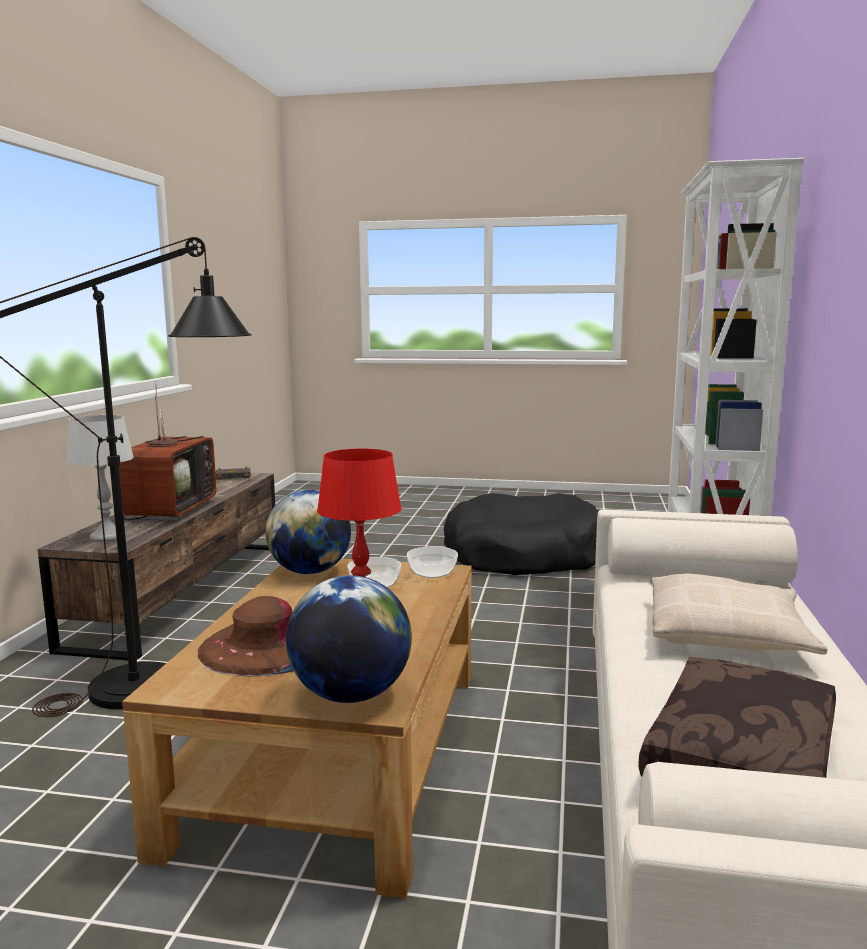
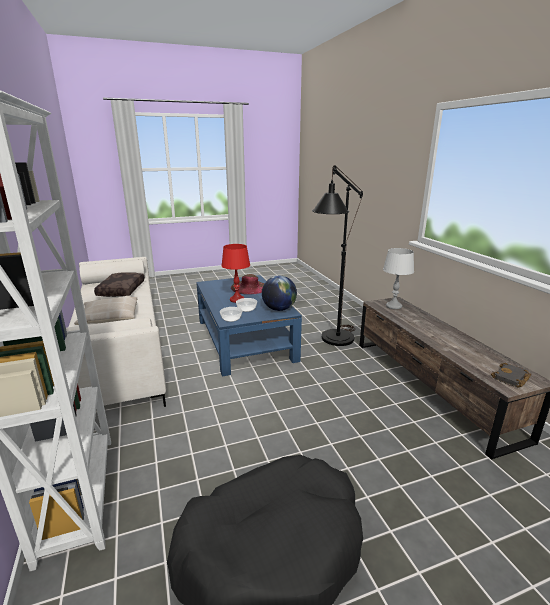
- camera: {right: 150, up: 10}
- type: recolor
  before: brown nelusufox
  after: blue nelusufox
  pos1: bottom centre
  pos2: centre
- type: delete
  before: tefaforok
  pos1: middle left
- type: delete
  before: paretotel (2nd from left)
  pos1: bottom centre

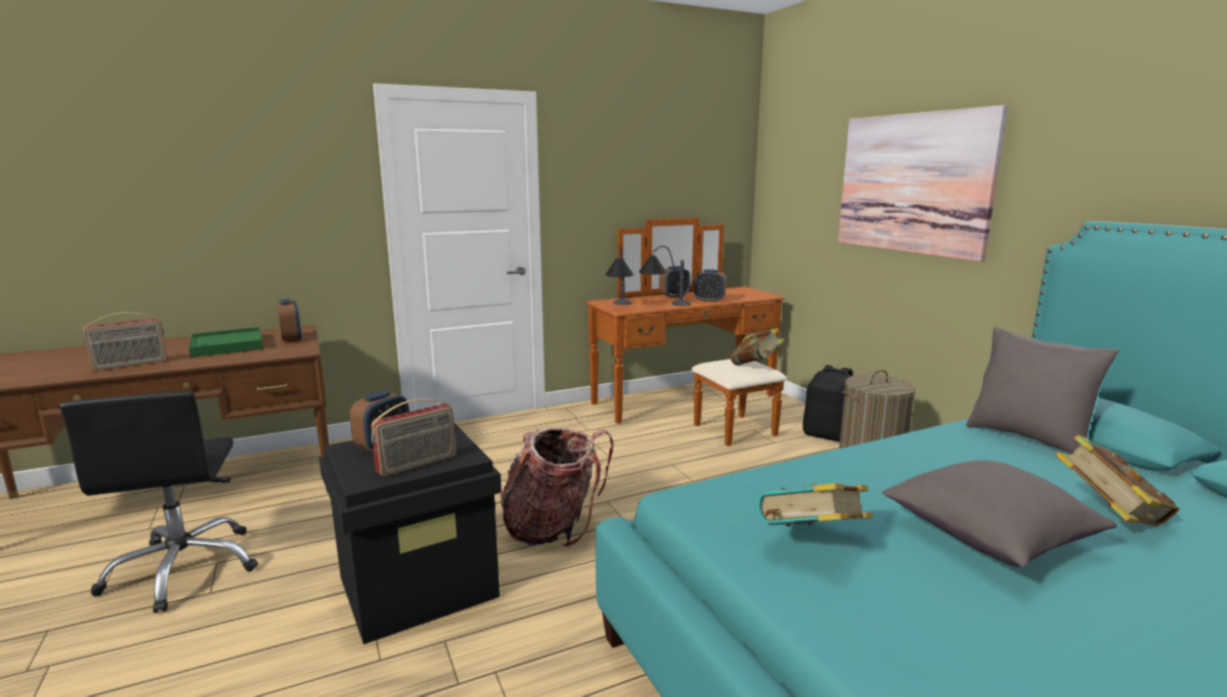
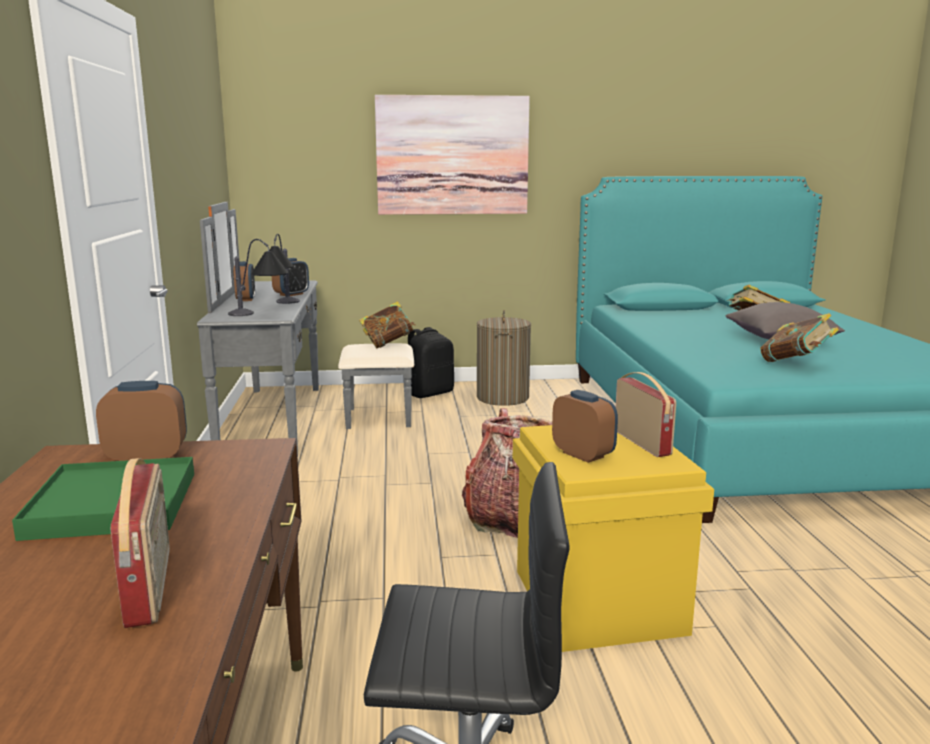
- camera: {right: -70, up: 0}
- type: recolor
  before: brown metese
  after: grey metese
  pos1: centre
  pos2: middle left
- type: recolor
  before: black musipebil
  after: yellow musipebil
  pos1: bottom centre
  pos2: bottom centre
- type: delete
  before: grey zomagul (2nd from left)
  pos1: middle right

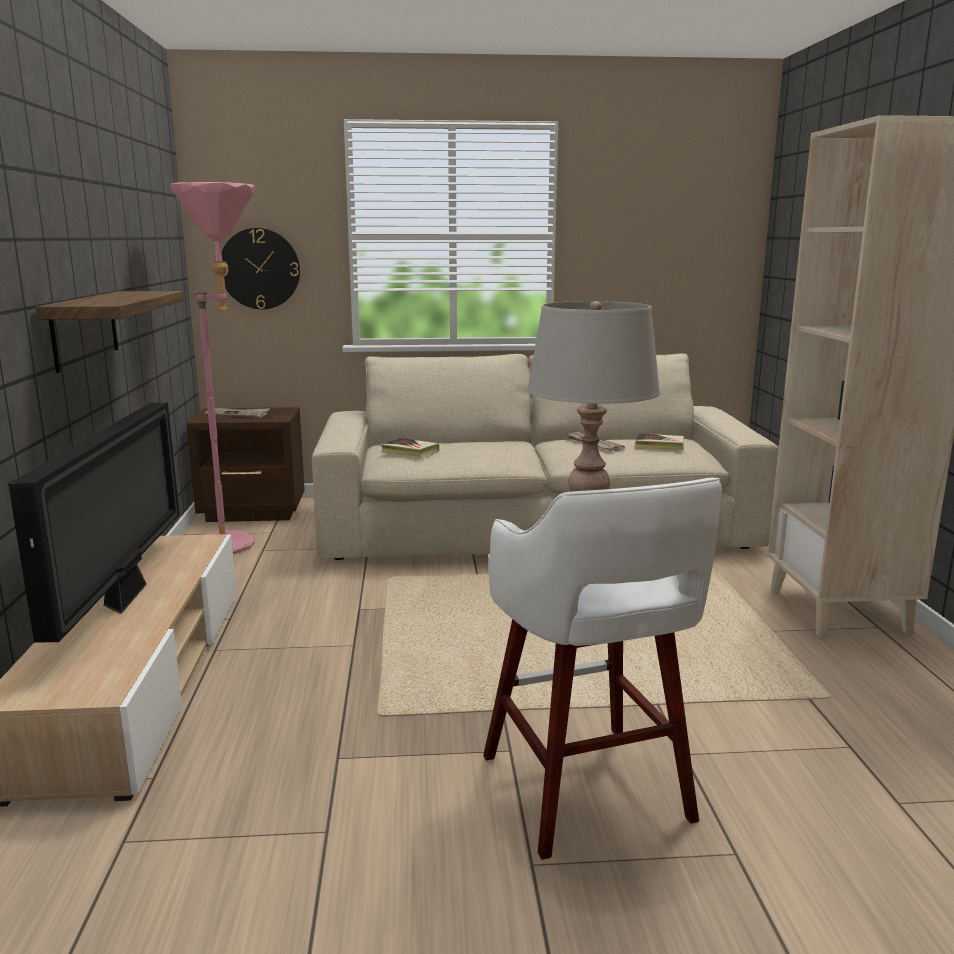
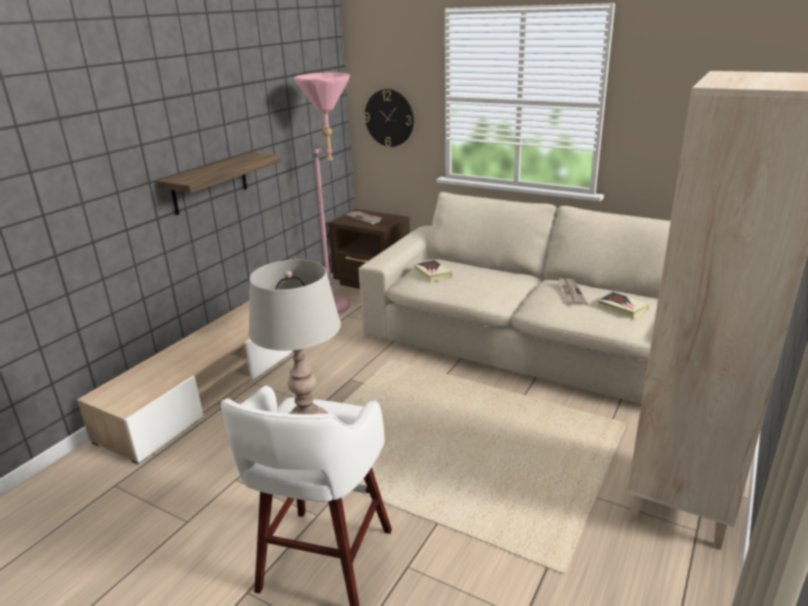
- camera: {right: 35, up: 10}
- type: delete
  before: tefaforok
  pos1: middle left

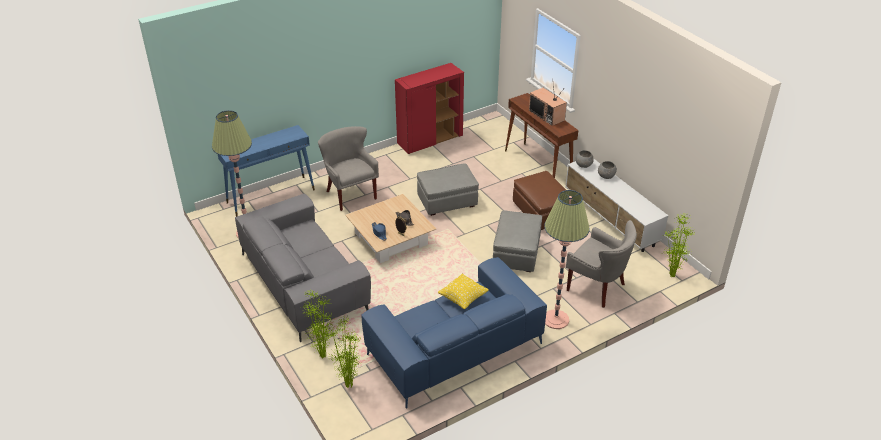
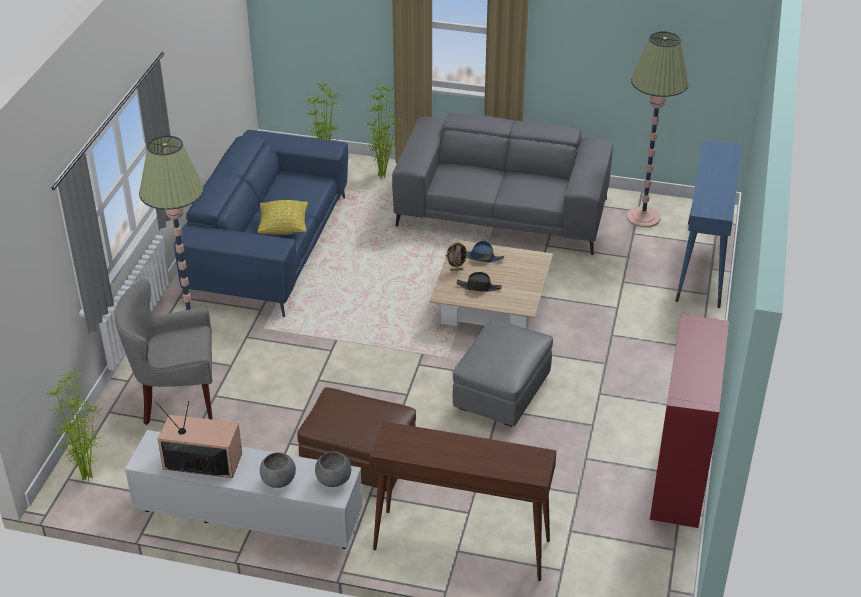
- camera: {right: 135, up: 0}
- type: move
  before: tefaforok
  pos1: top centre
  pos2: bottom left
- type: delete
  before: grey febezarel (1st from left)
  pos1: centre
- type: delete
  before: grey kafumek (2nd from left)
  pos1: centre

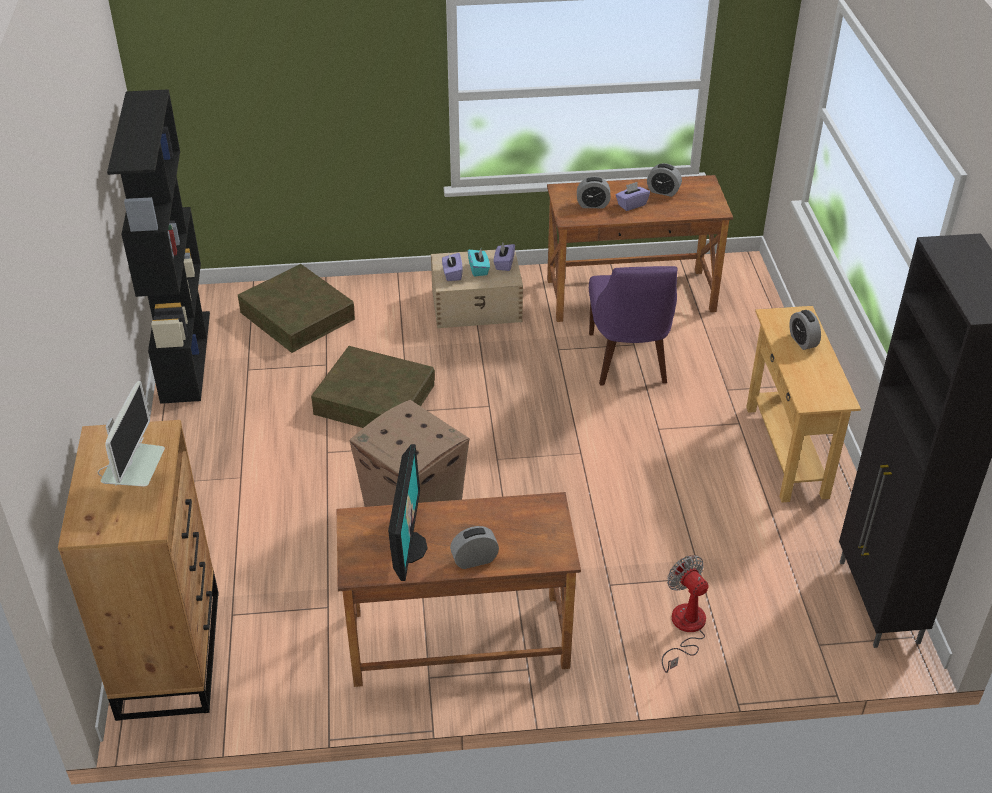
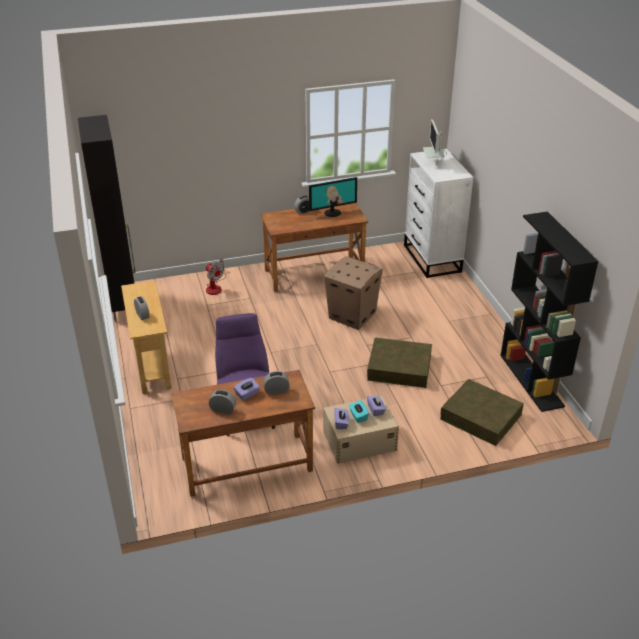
- camera: {right: 170, up: -5}
- type: rotate
  before: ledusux (2nd from left in the first image)
  pos1: centre
  pos2: top centre
  turn: -105
- type: recolor
  before: brown metese
  after: white metese
  pos1: bottom left
  pos2: middle right

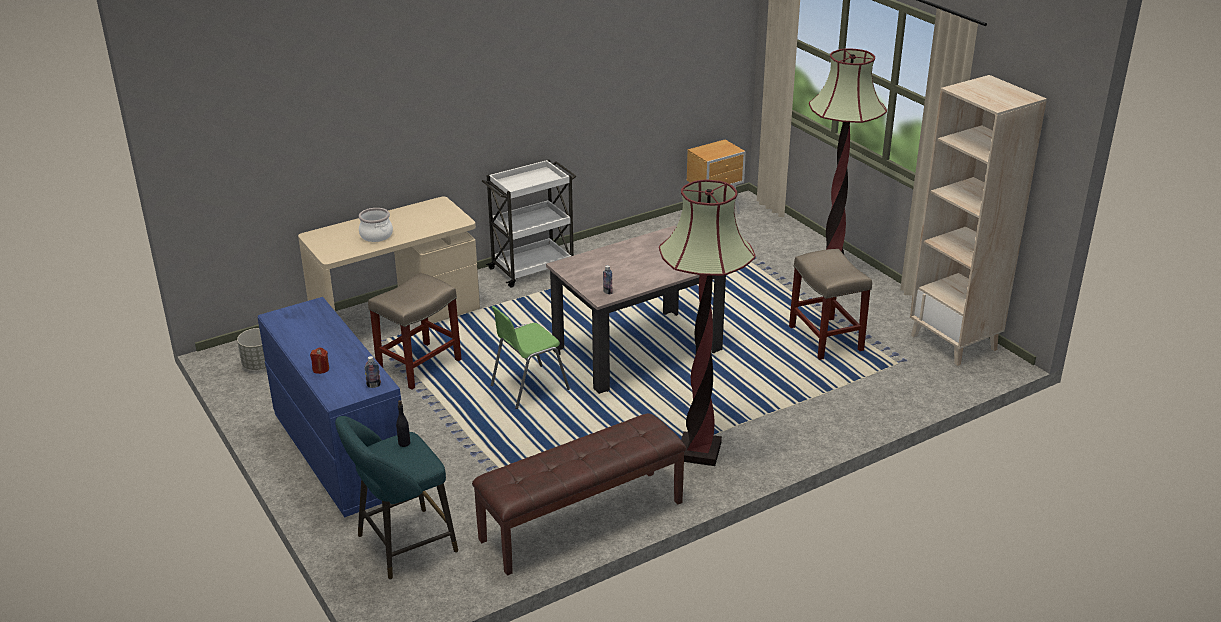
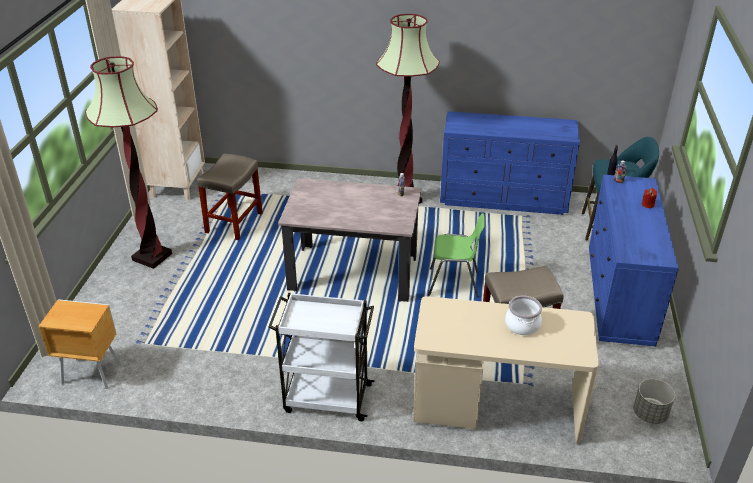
- camera: {right: -140, up: 5}
- type: replace
  before: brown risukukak
  after: blue metese (1st from left)
  pos1: bottom centre
  pos2: middle right

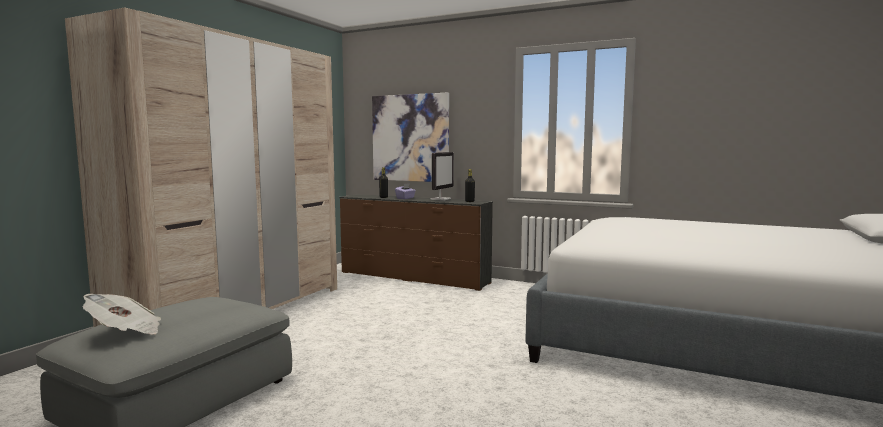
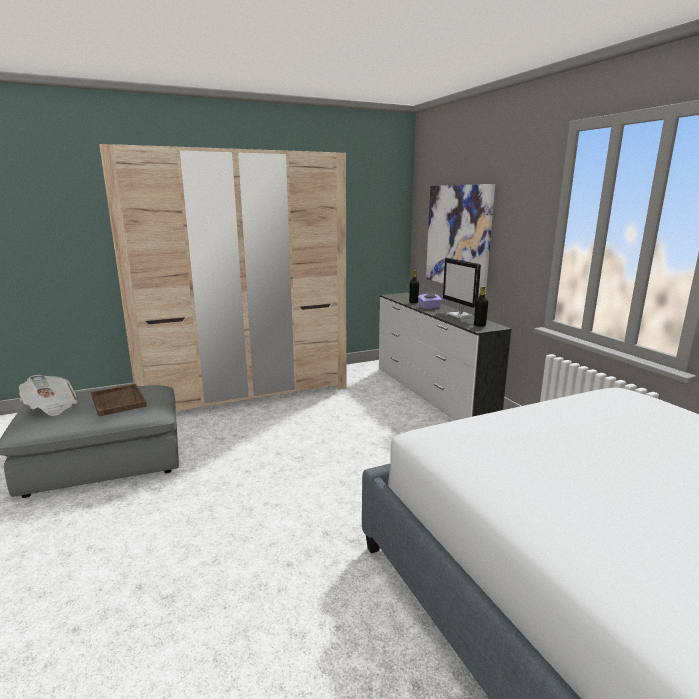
- camera: {right: 40, up: 10}
- type: insert
  after: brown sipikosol
  pos2: middle left
- type: recolor
  before: brown metese
  after: white metese
  pos1: centre
  pos2: centre
- type: rotate
  before: ledusux
  pos1: centre
  pos2: centre
  turn: 90

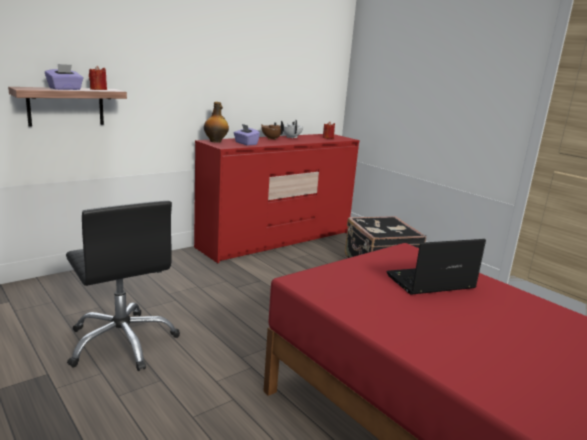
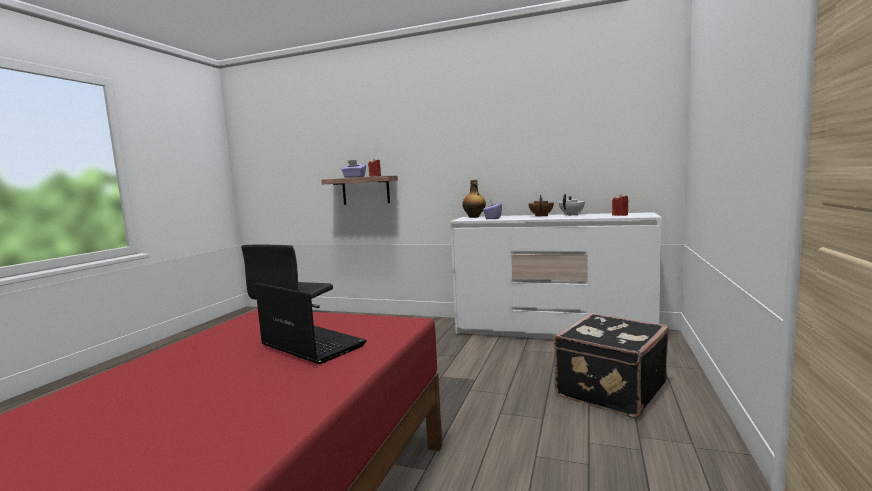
- camera: {right: 60, up: -10}
- type: recolor
  before: red metese
  after: white metese
  pos1: centre
  pos2: centre

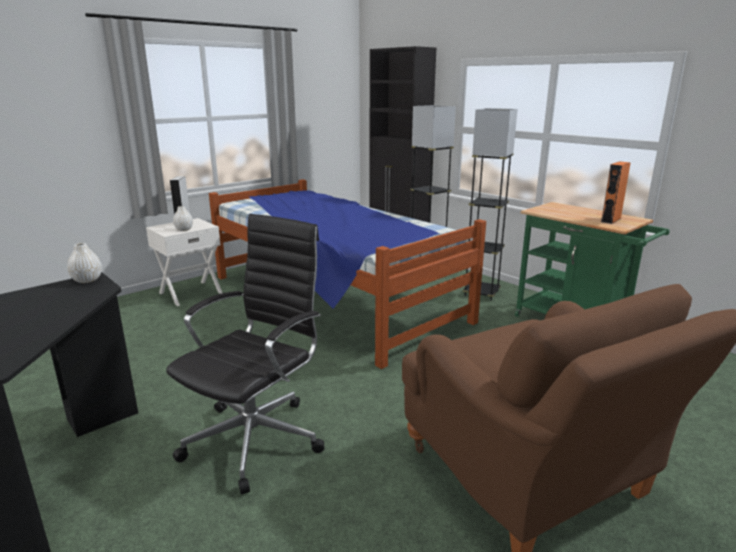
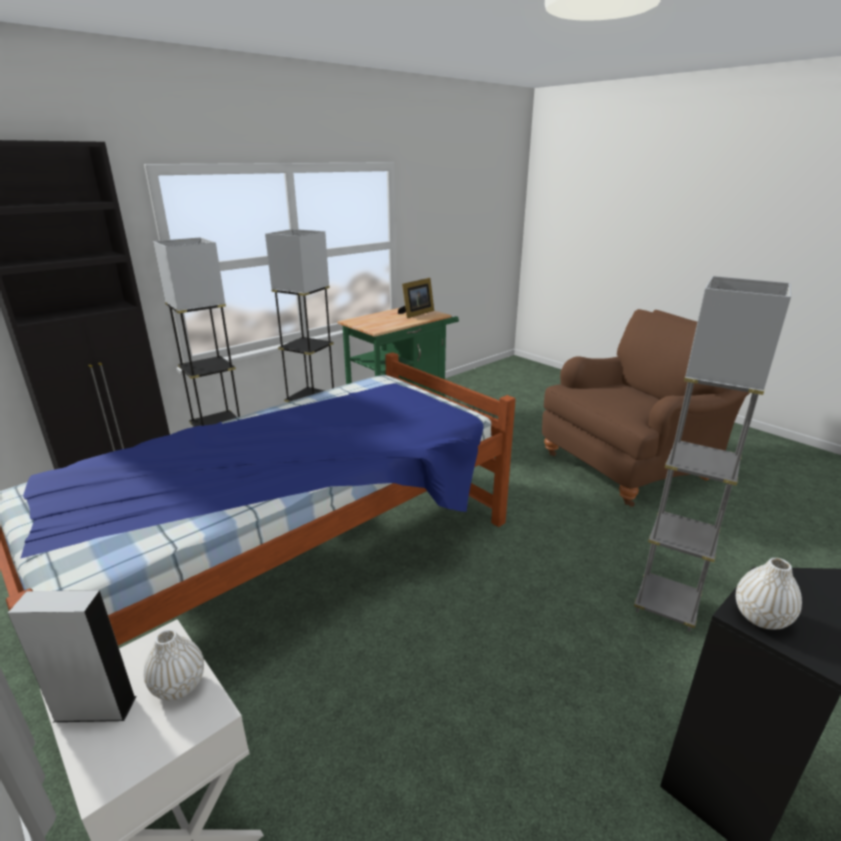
- camera: {right: -90, up: 5}
- type: replace
  before: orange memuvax
  after: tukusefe
  pos1: middle right
  pos2: centre
- type: replace
  before: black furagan
  after: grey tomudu (3rd from left)
  pos1: middle left
  pos2: middle right

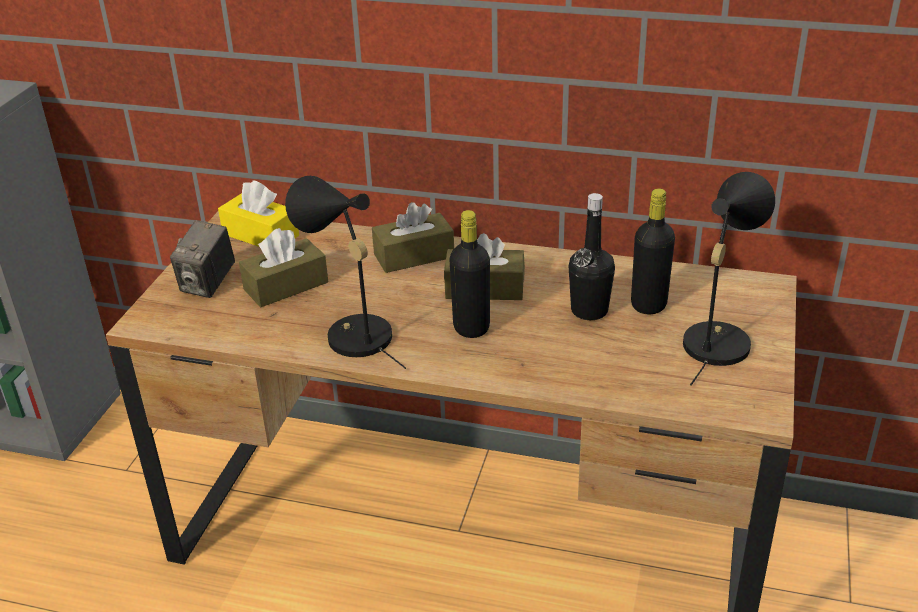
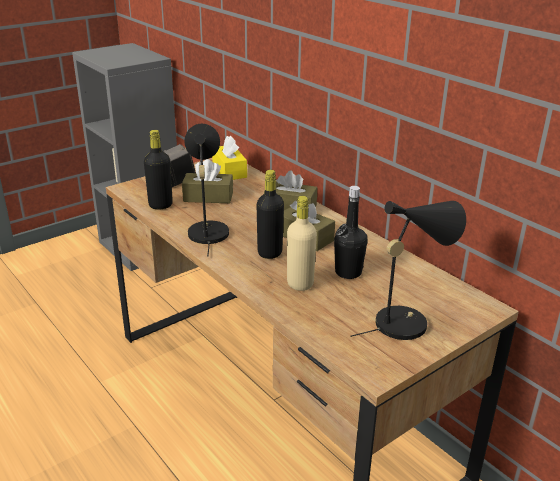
- camera: {right: 35, up: -5}
- type: move
  before: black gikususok (3rd from left in the first image)
  after: black gikususok (1st from left)
  pos1: middle right
  pos2: middle left
- type: insert
  after: beige gikususok
  pos2: centre

